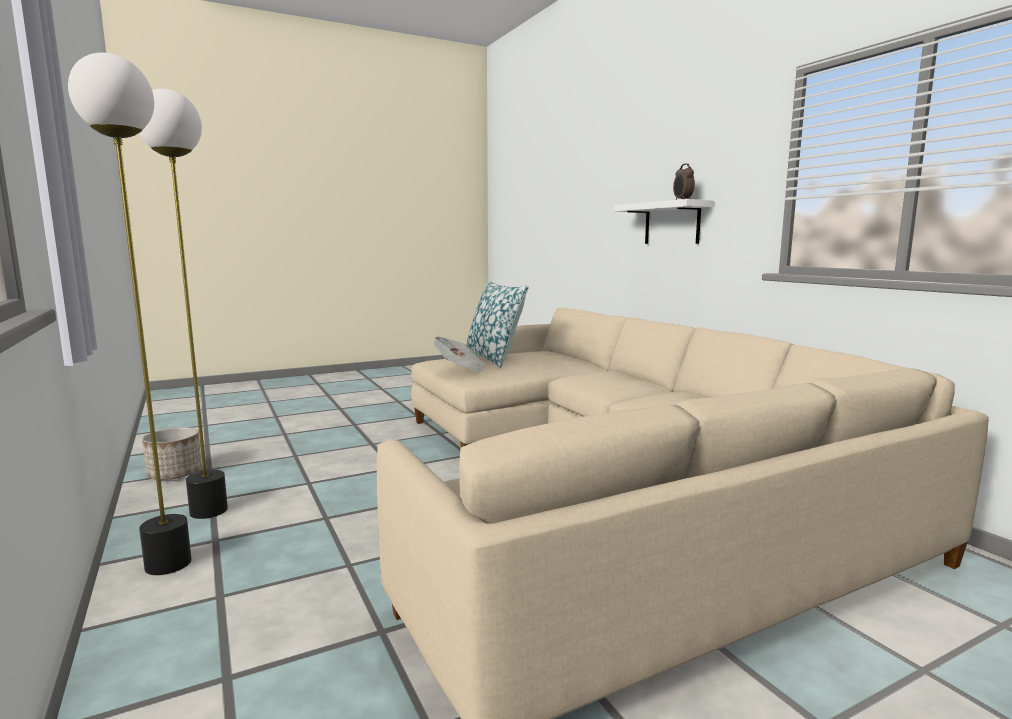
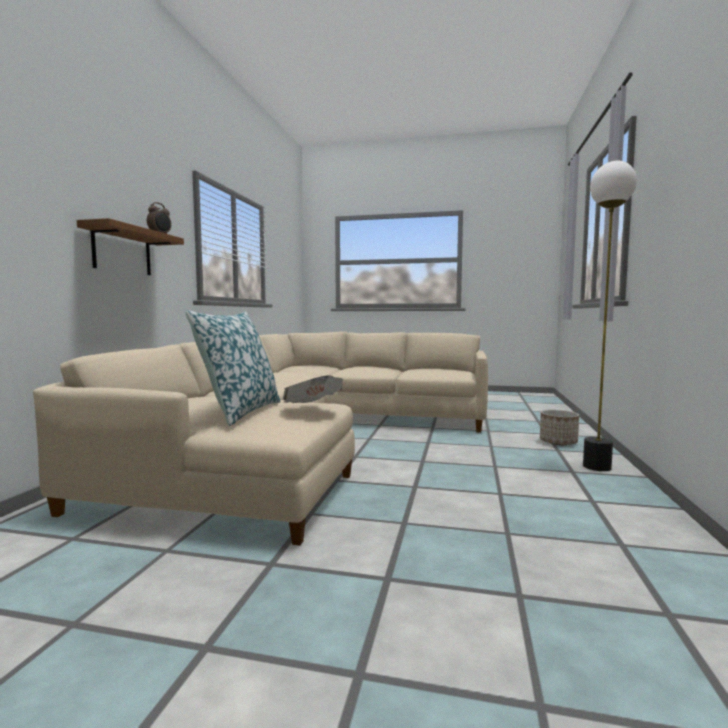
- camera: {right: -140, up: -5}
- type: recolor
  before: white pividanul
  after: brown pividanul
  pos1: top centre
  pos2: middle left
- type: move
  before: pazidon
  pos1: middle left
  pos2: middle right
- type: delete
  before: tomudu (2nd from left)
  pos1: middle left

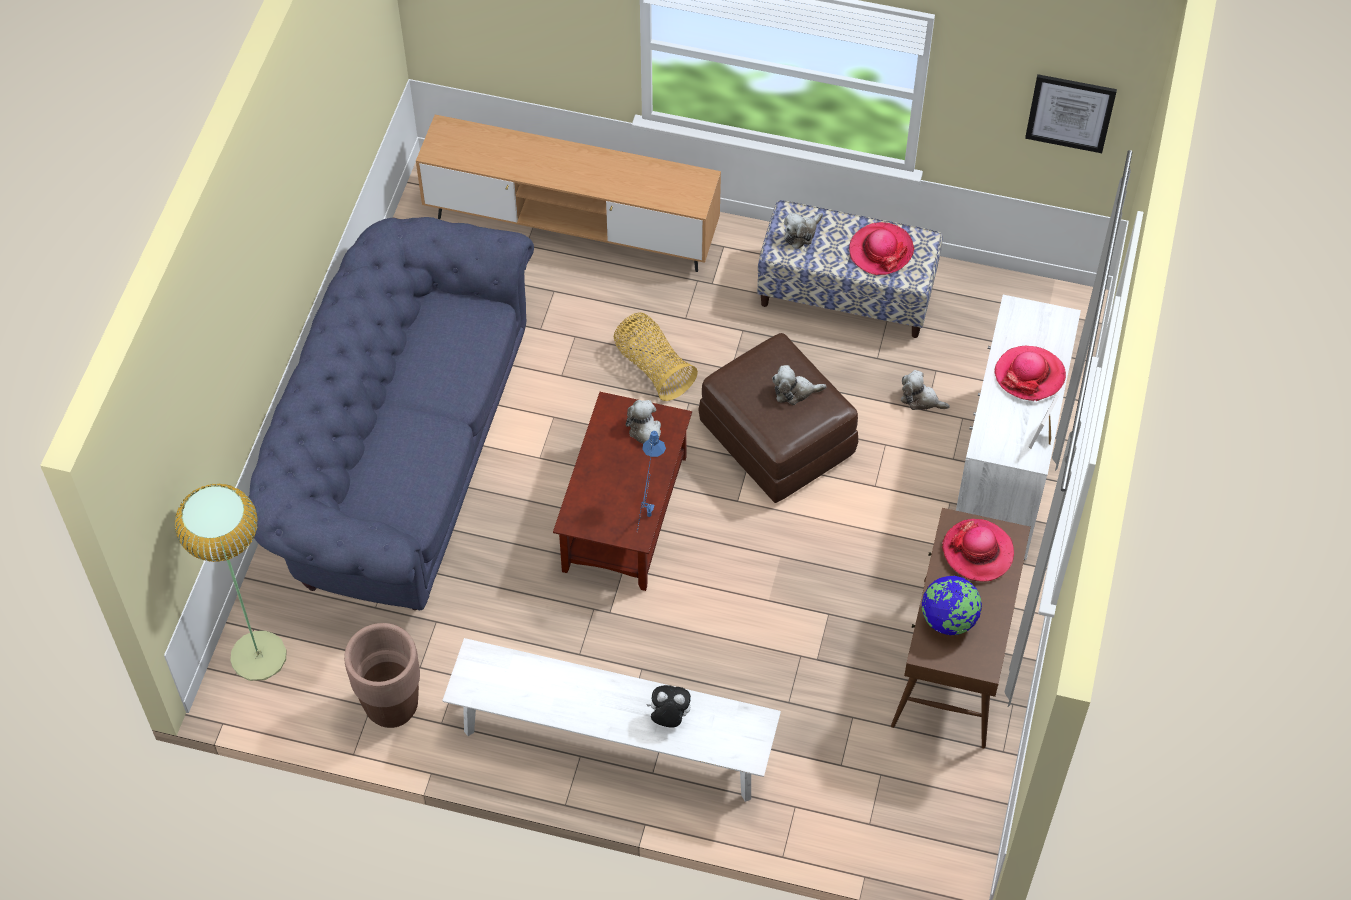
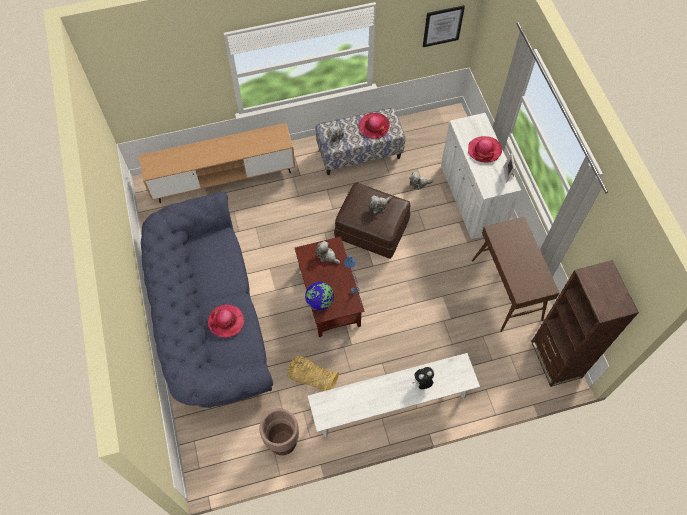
- camera: {right: -30, up: 5}
- type: move
  before: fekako (2nd from left in the first image)
  after: fekako (1st from left)
  pos1: middle right
  pos2: middle left
- type: move
  before: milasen
  pos1: centre
  pos2: bottom centre
- type: move
  before: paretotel
  pos1: bottom right
  pos2: centre
- type: insert
  after: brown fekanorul
  pos2: middle right
- type: delete
  before: tomudu
  pos1: middle left

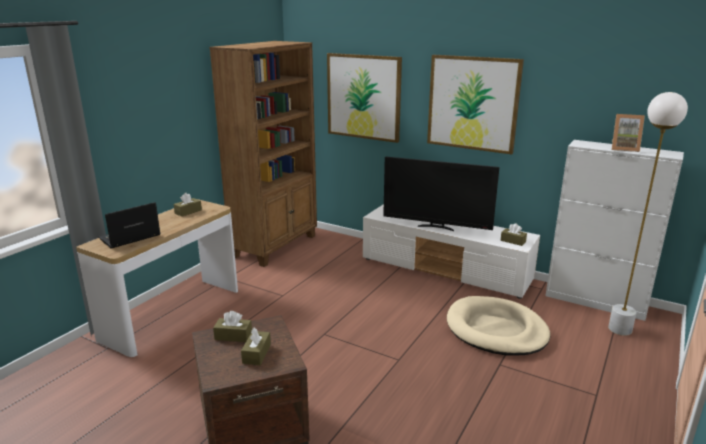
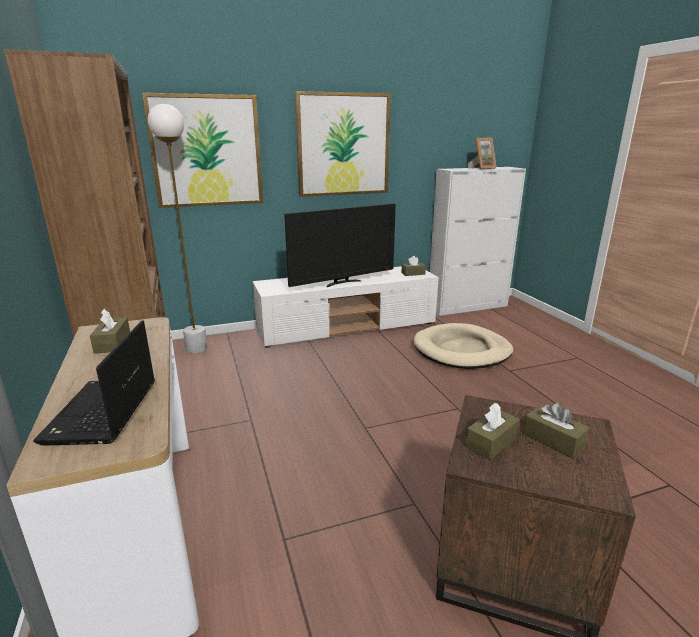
- camera: {right: -50, up: 0}
- type: move
  before: white tomudu
  pos1: middle right
  pos2: middle left

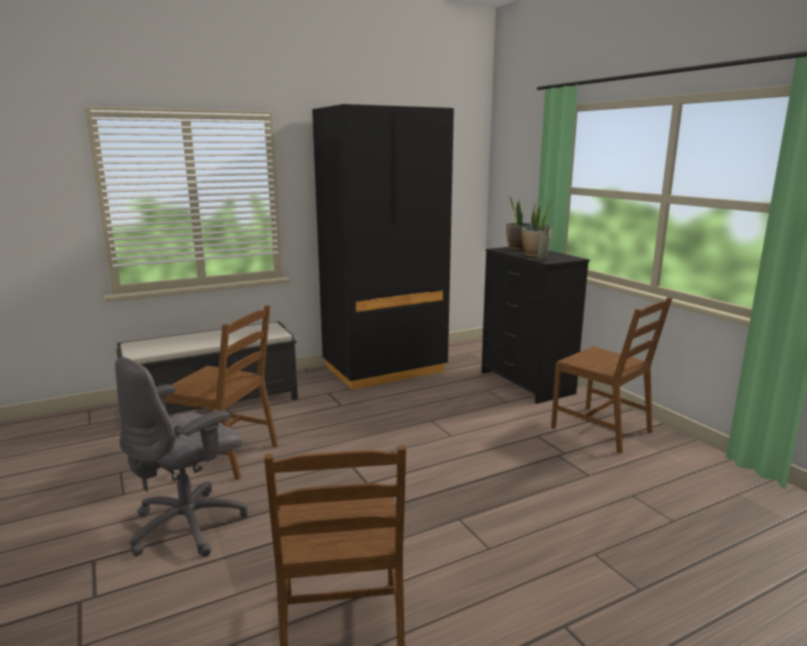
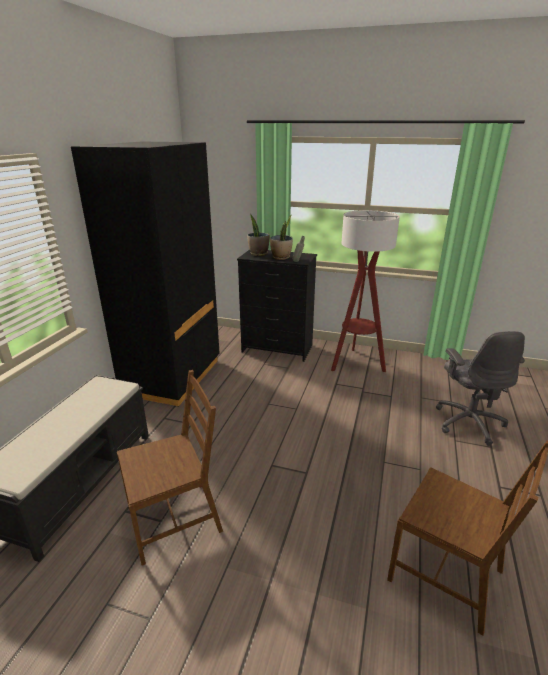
- camera: {right: -45, up: 10}
- type: replace
  before: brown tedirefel (3rd from left)
  after: tomudu
  pos1: middle right
  pos2: centre
- type: move
  before: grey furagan
  pos1: bottom left
  pos2: middle right

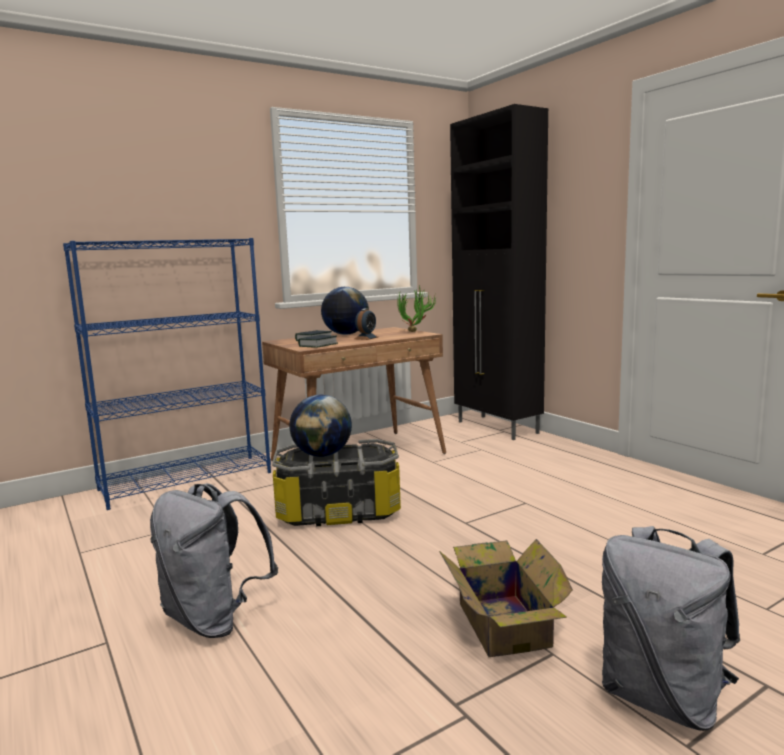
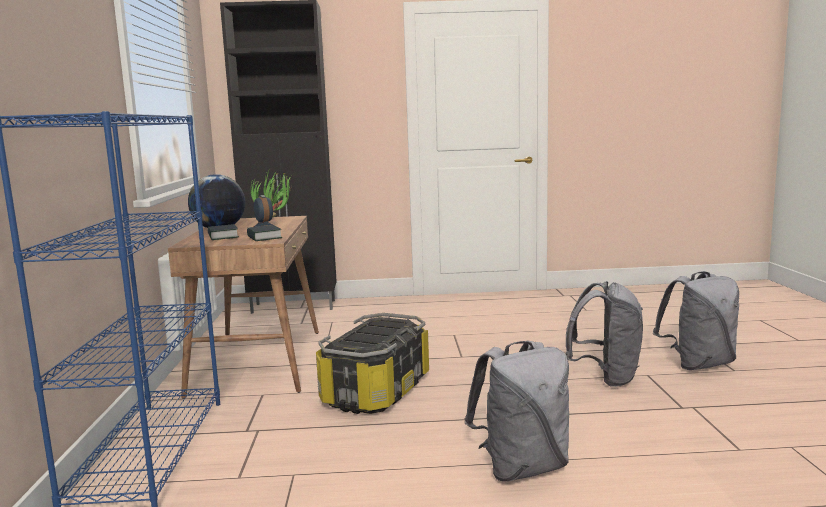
- camera: {right: -60, up: 0}
- type: replace
  before: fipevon
  after: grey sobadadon (2nd from left)
  pos1: bottom centre
  pos2: middle right
- type: delete
  before: paretotel (1st from left)
  pos1: centre

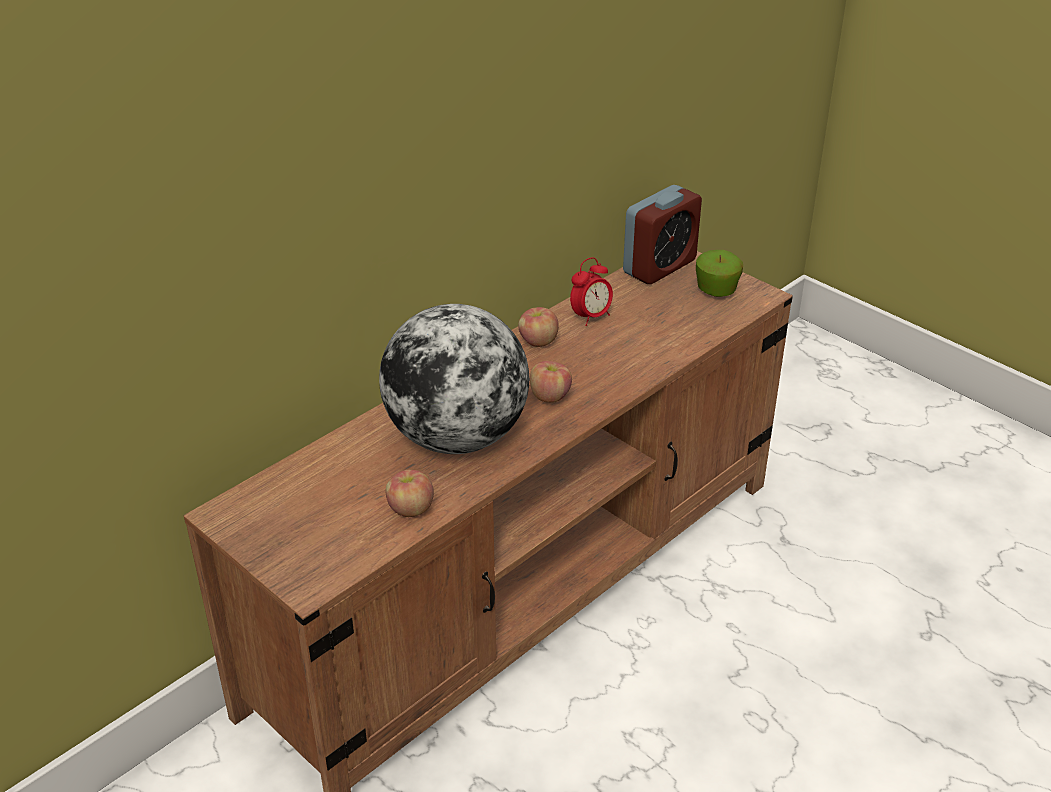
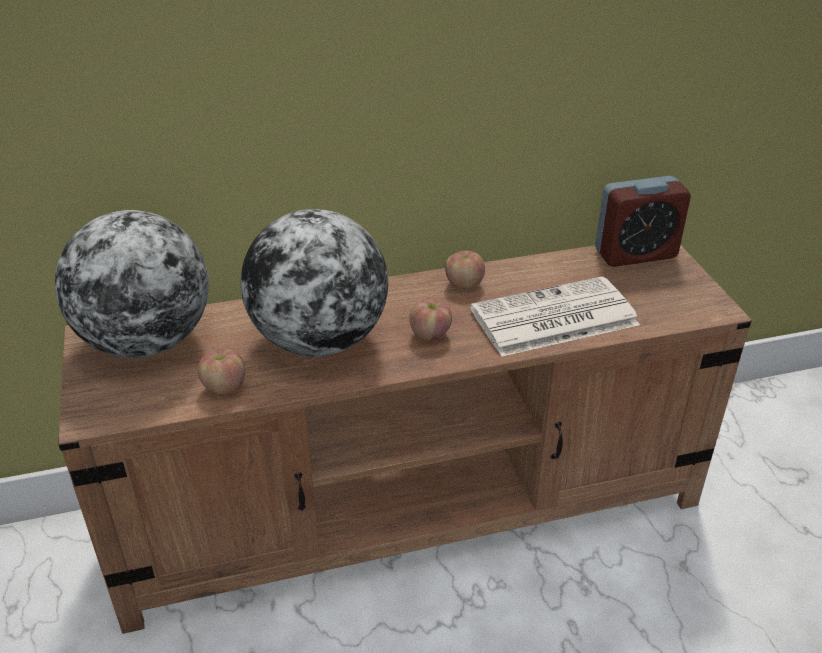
- camera: {right: 30, up: 0}
- type: insert
  after: paretotel (1st from left)
  pos2: middle left
- type: insert
  after: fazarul
  pos2: middle right
- type: delete
  before: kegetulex (1st from left)
  pos1: centre
- type: delete
  before: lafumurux (4th from left)
  pos1: middle right

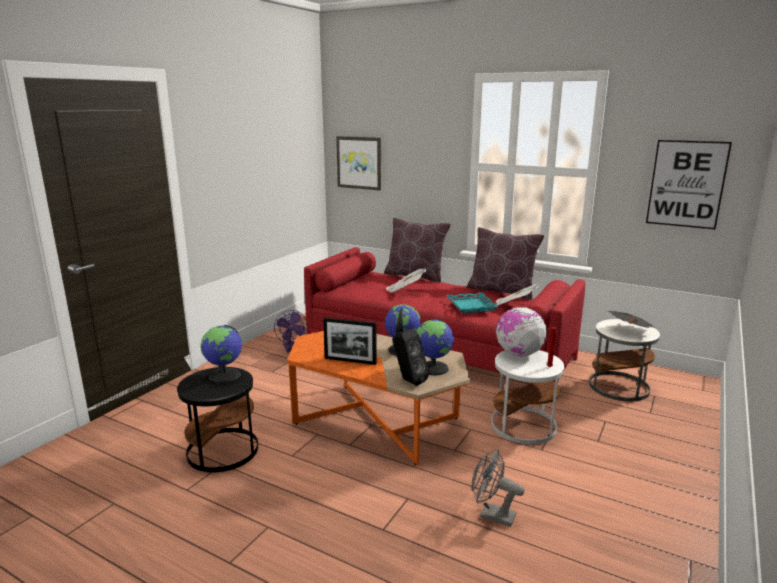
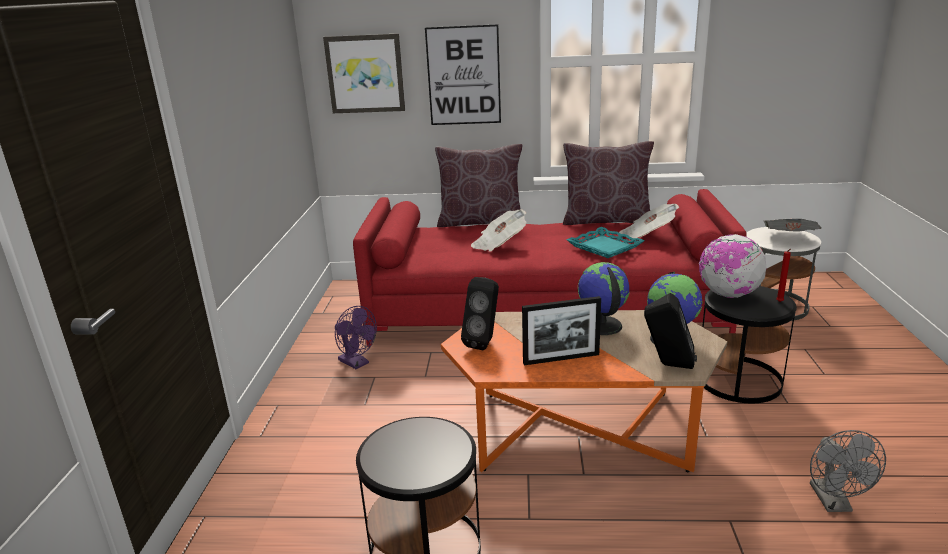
- camera: {right: -25, up: 5}
- type: move
  before: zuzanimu (2nd from left)
  pos1: top right
  pos2: top centre
- type: insert
  after: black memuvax (1st from left)
  pos2: centre
- type: recolor
  before: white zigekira (1st from left)
  after: black zigekira (2nd from left)
  pos1: bottom right
  pos2: middle right
- type: rotate
  before: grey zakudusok
  pos1: bottom centre
  pos2: bottom right
  turn: -90
- type: delete
  before: paretotel (1st from left)
  pos1: middle left

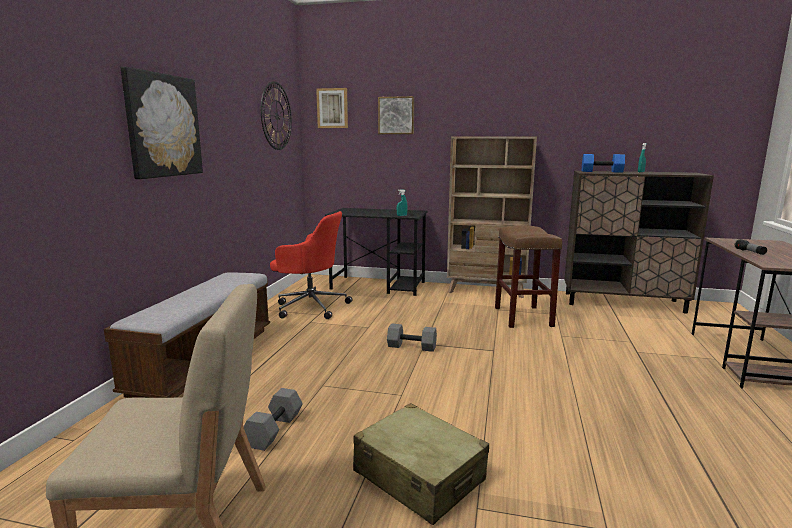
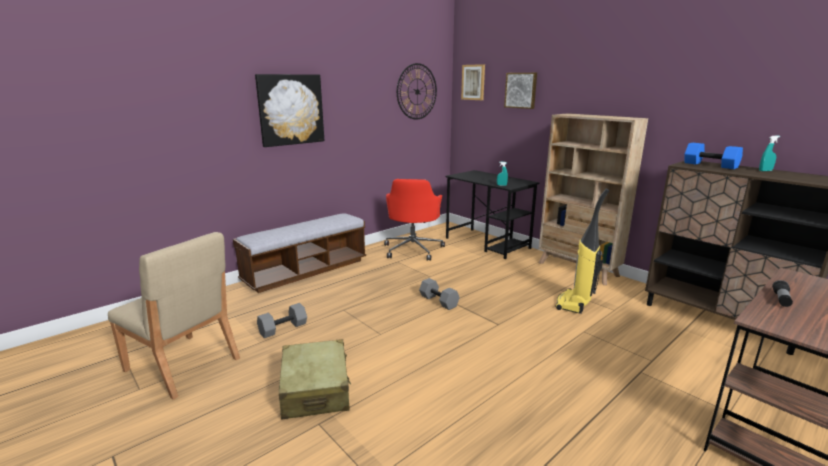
- camera: {right: 35, up: 5}
- type: rotate
  before: red furagan
  pos1: centre
  pos2: centre
  turn: 45
- type: replace
  before: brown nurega
  after: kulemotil
  pos1: middle right
  pos2: middle right

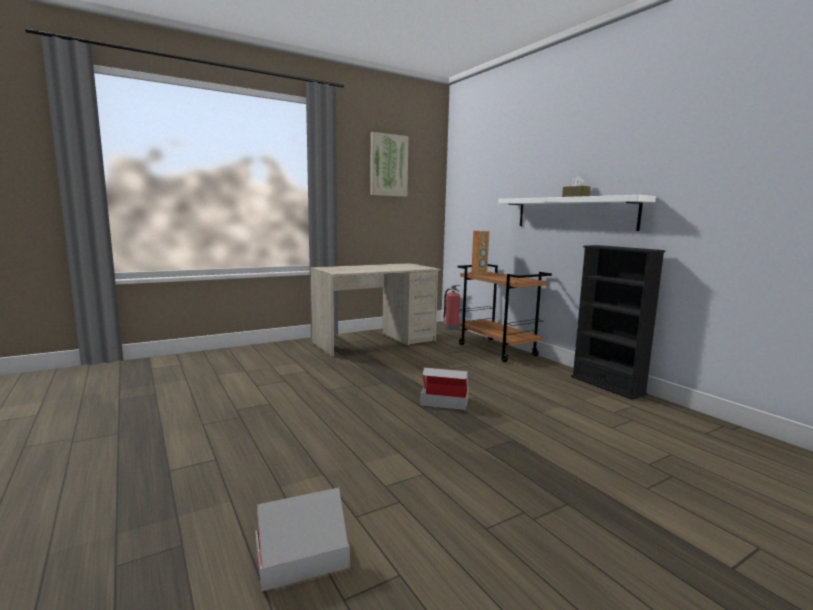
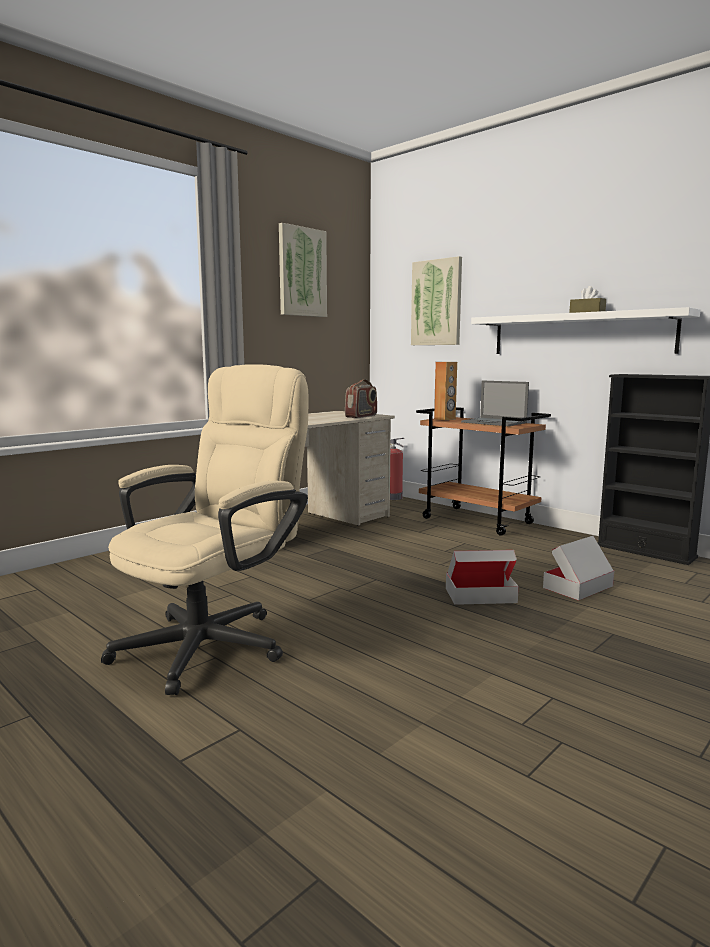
- camera: {right: -15, up: 0}
- type: insert
  after: beige furagan
  pos2: middle left
- type: insert
  after: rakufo
  pos2: centre
- type: insert
  after: zuzanimu (2nd from left)
  pos2: top centre
- type: insert
  after: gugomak
  pos2: middle right
- type: move
  before: fipevon (1st from left in the first image)
  after: fipevon (2nd from left)
  pos1: bottom centre
  pos2: middle right

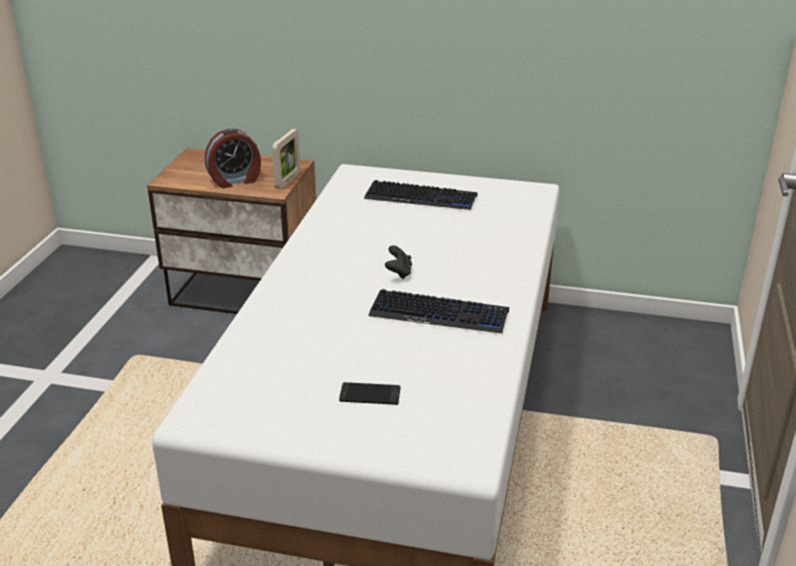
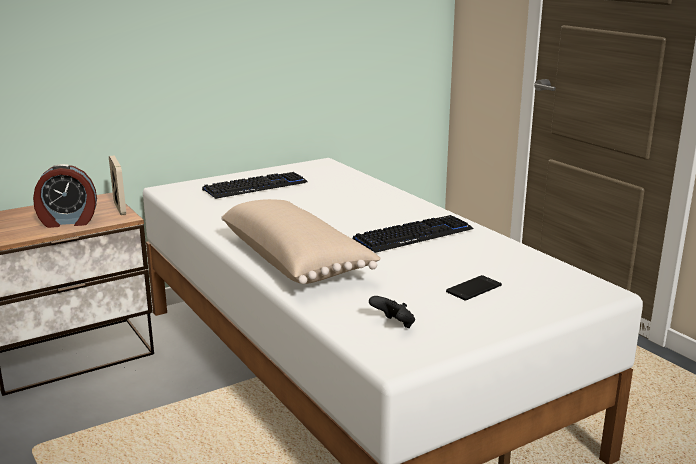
- camera: {right: -45, up: -10}
- type: rotate
  before: kegetulex
  pos1: top left
  pos2: middle left
  turn: 60
- type: insert
  after: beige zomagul
  pos2: centre
- type: move
  before: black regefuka
  pos1: centre
  pos2: bottom centre

